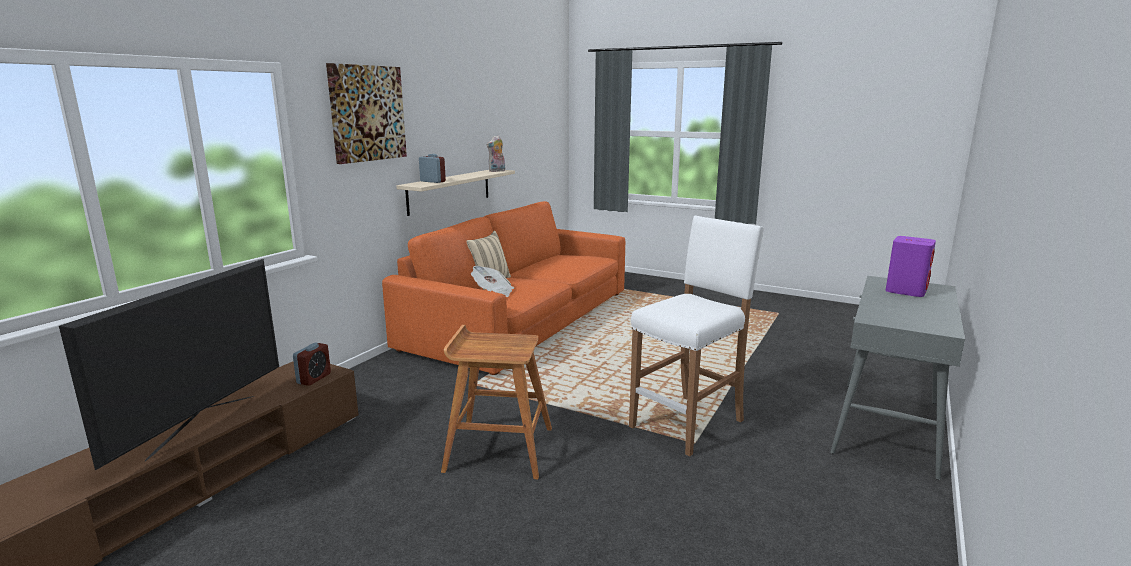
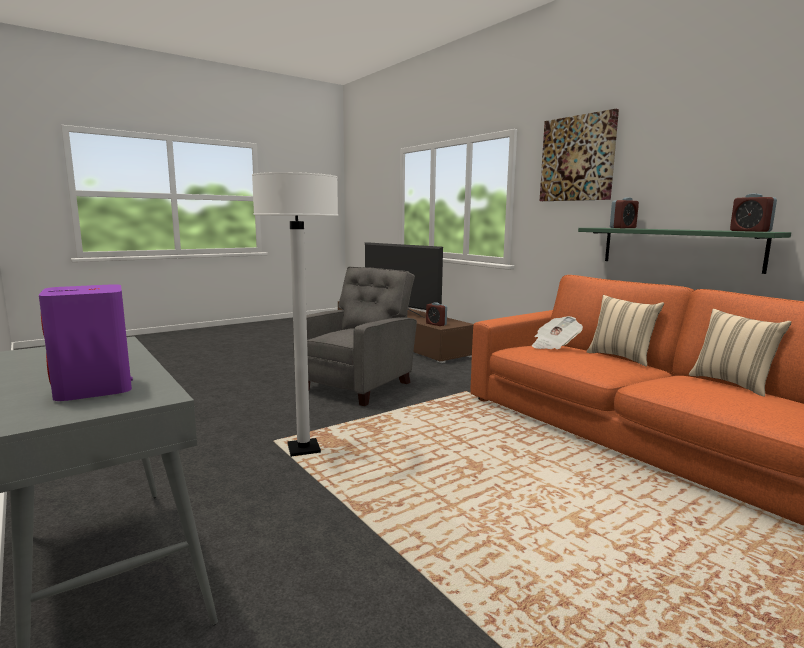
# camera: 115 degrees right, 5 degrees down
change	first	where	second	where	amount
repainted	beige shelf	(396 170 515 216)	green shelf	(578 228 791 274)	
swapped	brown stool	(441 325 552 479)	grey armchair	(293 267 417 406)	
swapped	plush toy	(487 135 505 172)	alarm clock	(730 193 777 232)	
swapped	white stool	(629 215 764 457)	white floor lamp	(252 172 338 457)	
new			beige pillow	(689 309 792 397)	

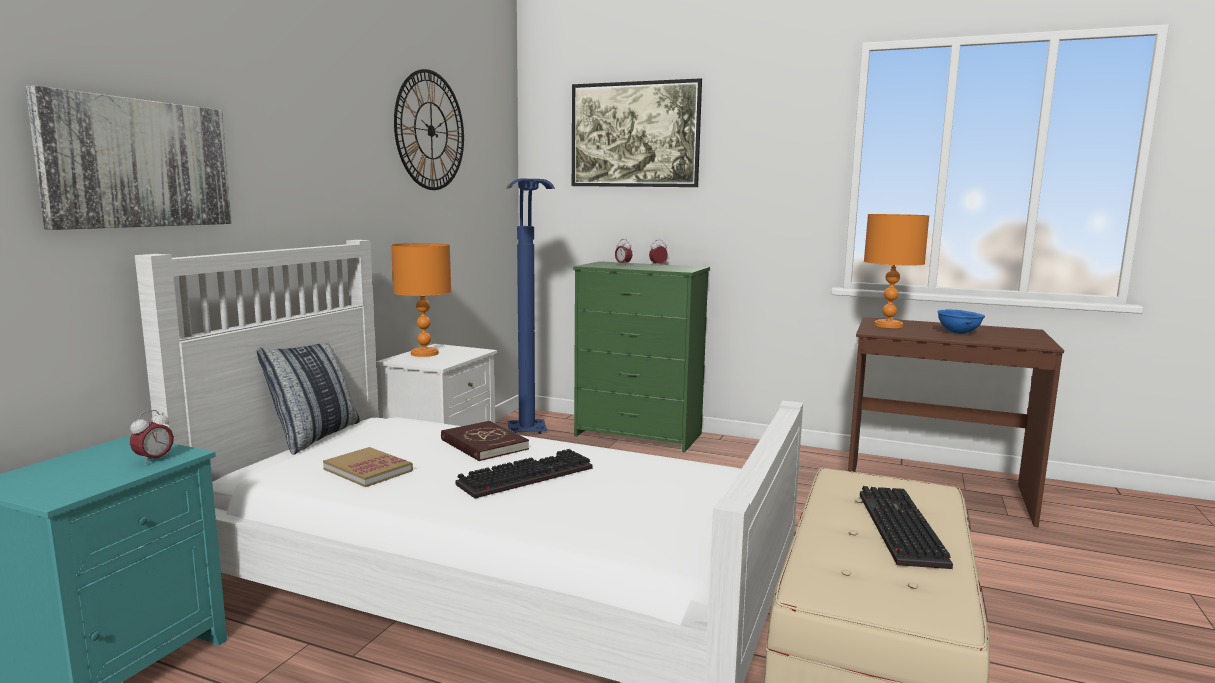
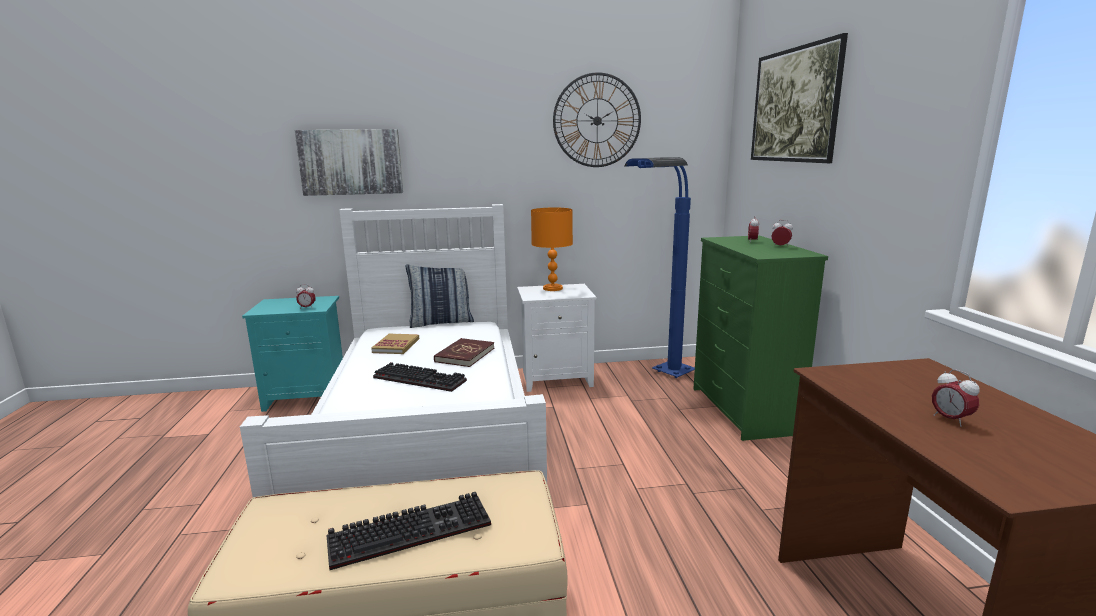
# camera: 60 degrees right, 5 degrees up
change	first	where	second	where	amount
gone	orange table lamp	(864 214 929 328)			
swapped	blue bowl	(937 309 985 334)	alarm clock	(932 369 980 427)	

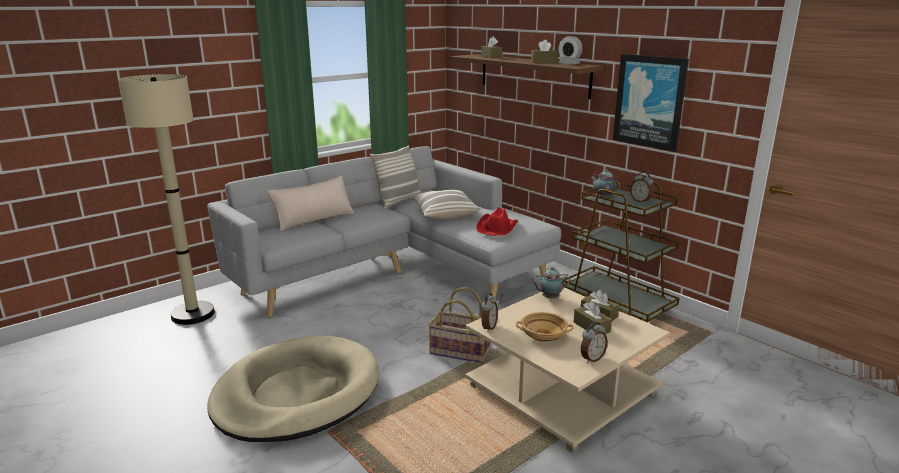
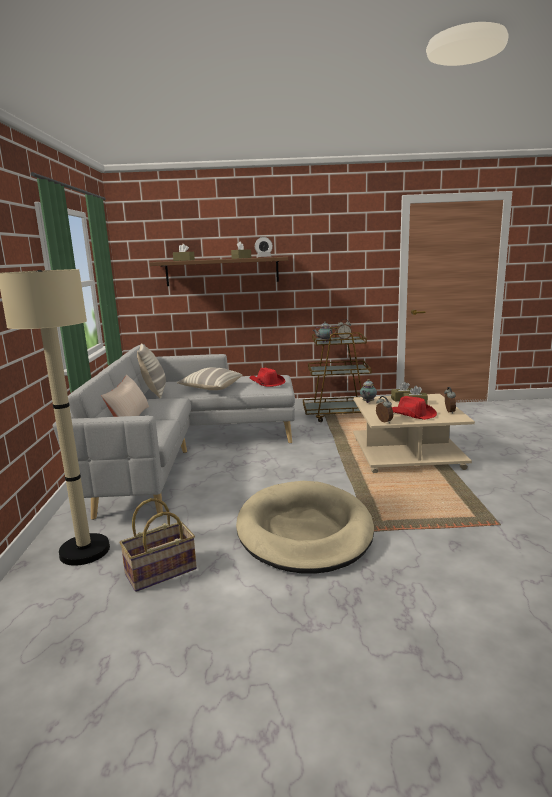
# camera: 50 degrees left, 5 degrees down
change	first	where	second	where	amount
shifted	basket	(428 287 491 363)		(119 498 197 592)	
swapped	beige bowl	(516 312 574 342)	red hat	(392 396 437 420)	
gone	picture	(613 54 689 152)			

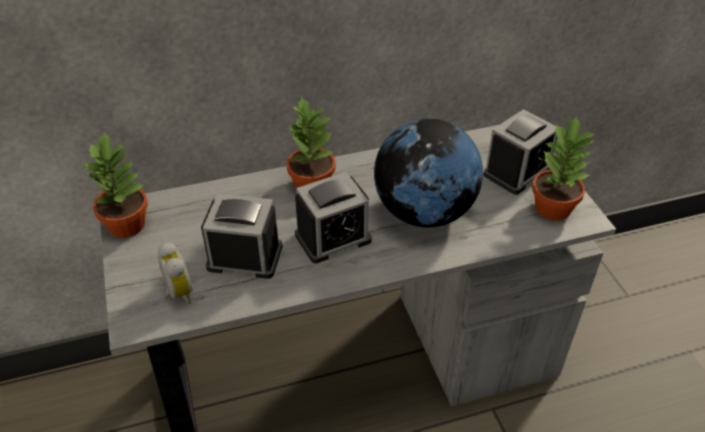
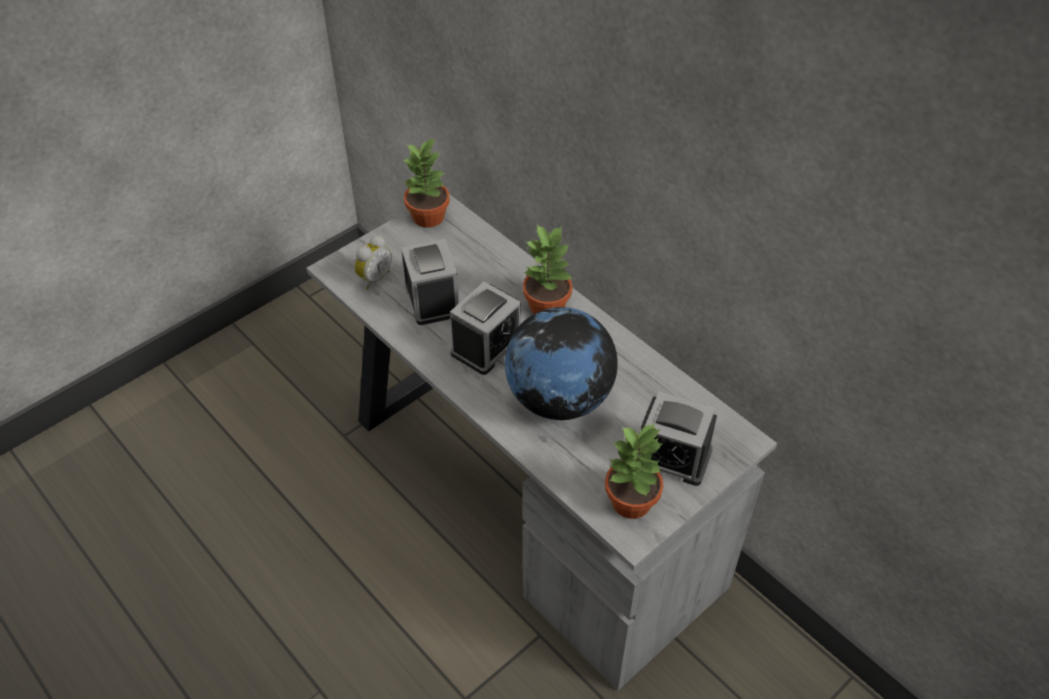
# camera: 65 degrees right, 5 degrees up
change	first	where	second	where	amount
rotated	alarm clock	(295 172 372 263)		(450 282 521 375)	90 degrees counterclockwise

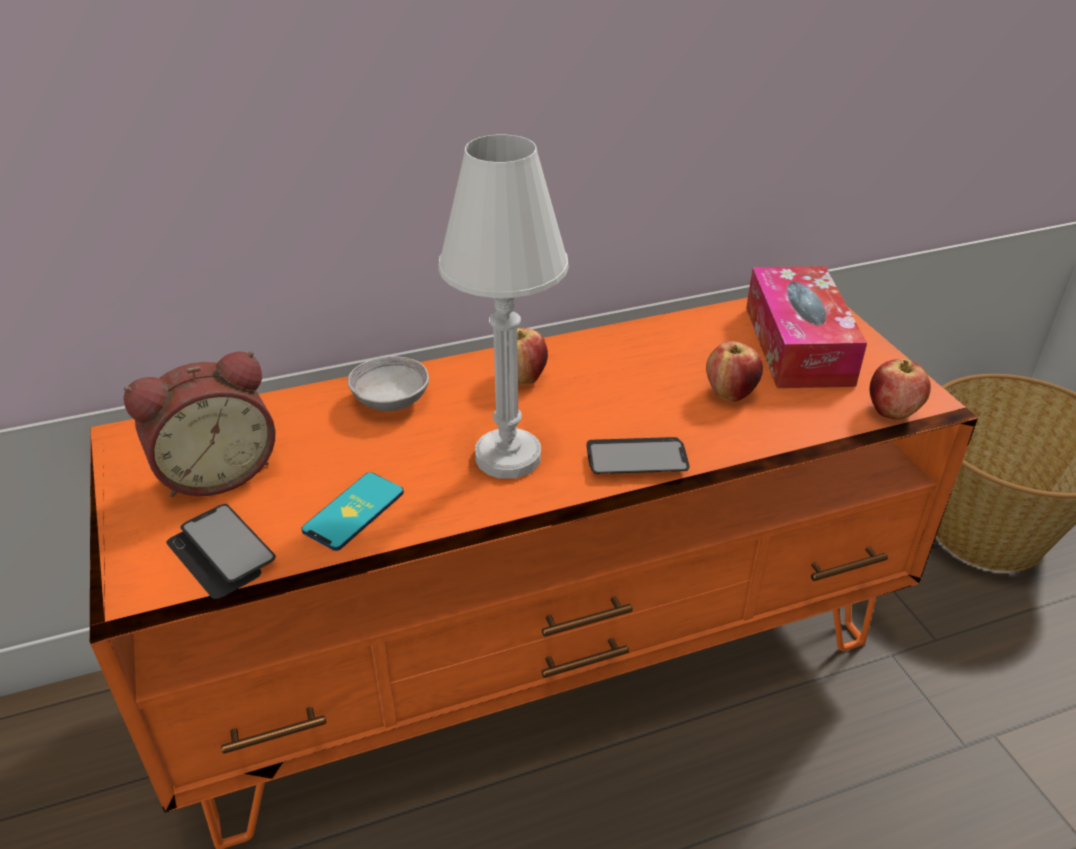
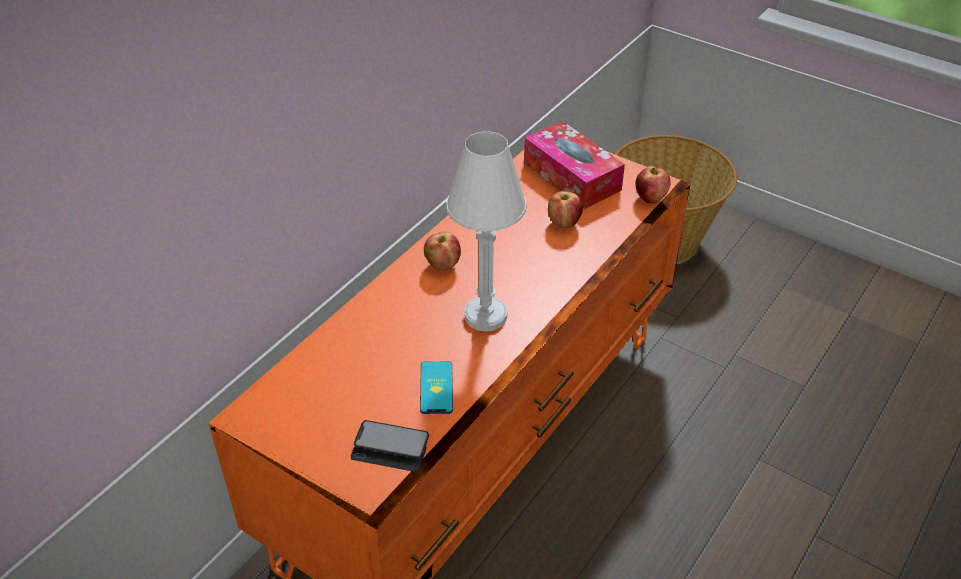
# camera: 35 degrees left, 5 degrees up
change	first	where	second	where	amount
gone	alarm clock	(123 351 275 497)			
gone	grey bowl	(347 356 429 411)			
gone	phone	(587 437 690 474)			

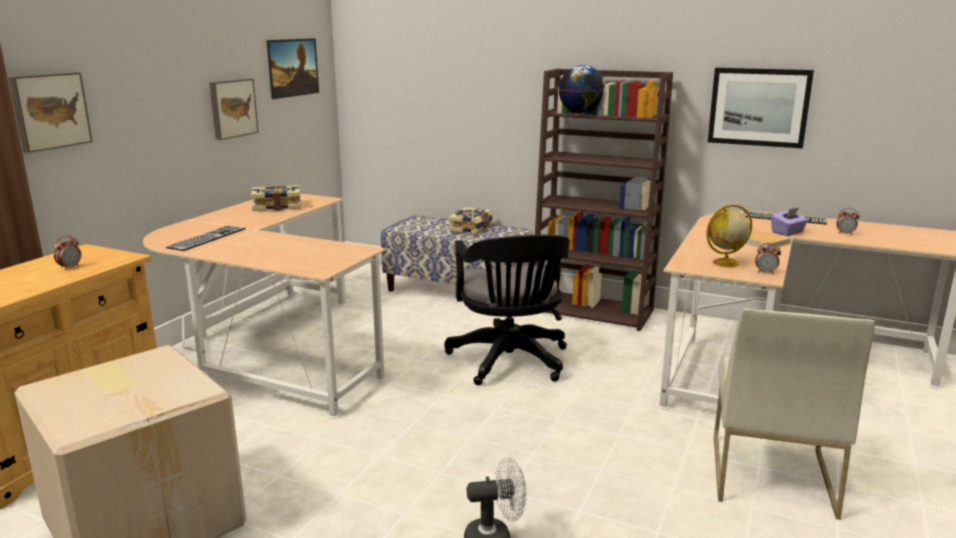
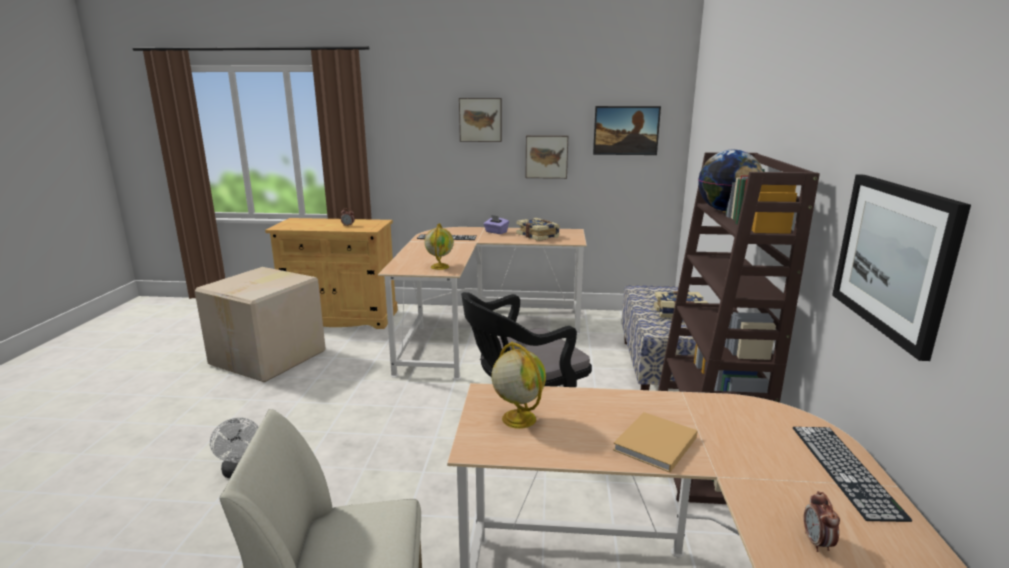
# camera: 70 degrees right, 0 degrees up
change	first	where	second	where	amount
shifted	picture	(8 72 93 153)		(459 98 502 142)	
gone	alarm clock	(755 243 781 274)			
shifted	purple tissue box	(771 208 808 236)		(484 215 509 234)	
new			globe	(424 223 454 270)	

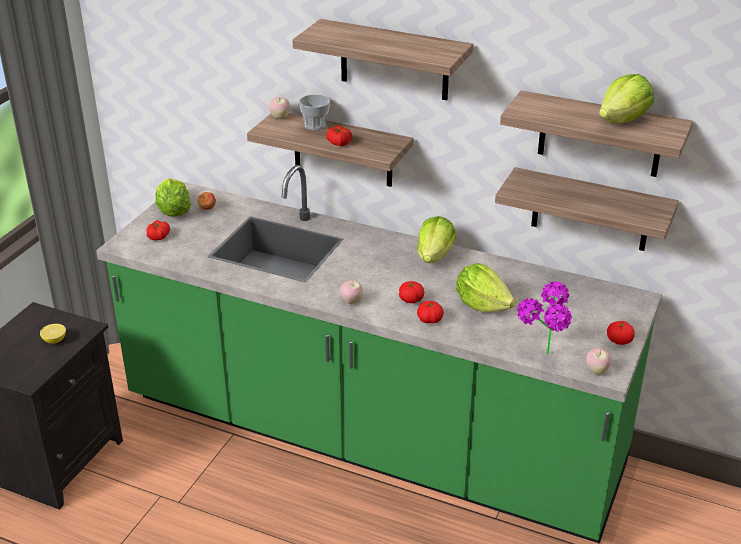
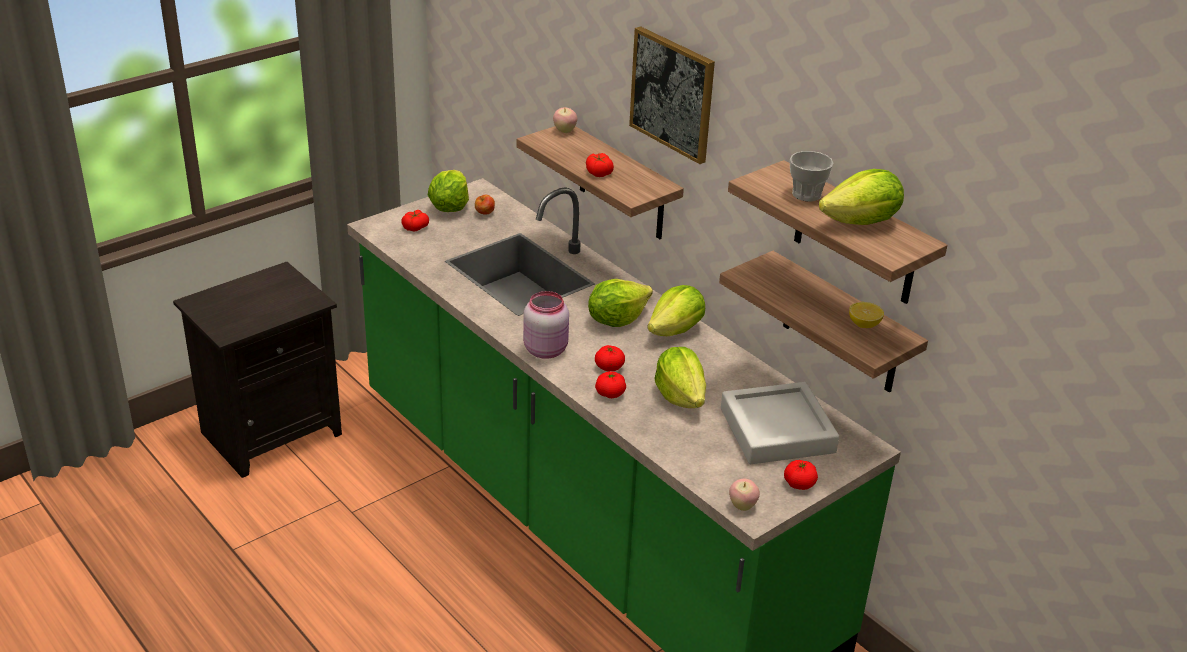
# camera: 25 degrees right, 0 degrees up
change	first	where	second	where	amount
shifted	lemon	(40 324 66 344)		(849 302 884 328)	
swapped	shelf	(292 19 473 100)	picture	(629 26 715 164)	
shifted	cup	(299 94 330 130)		(790 151 833 202)	
swapped	apple	(340 280 363 304)	pink jar	(523 291 569 359)	
gone	potted plant	(517 281 572 355)			
new			lettuce	(588 279 653 327)	
new			grey tray	(721 382 839 464)	

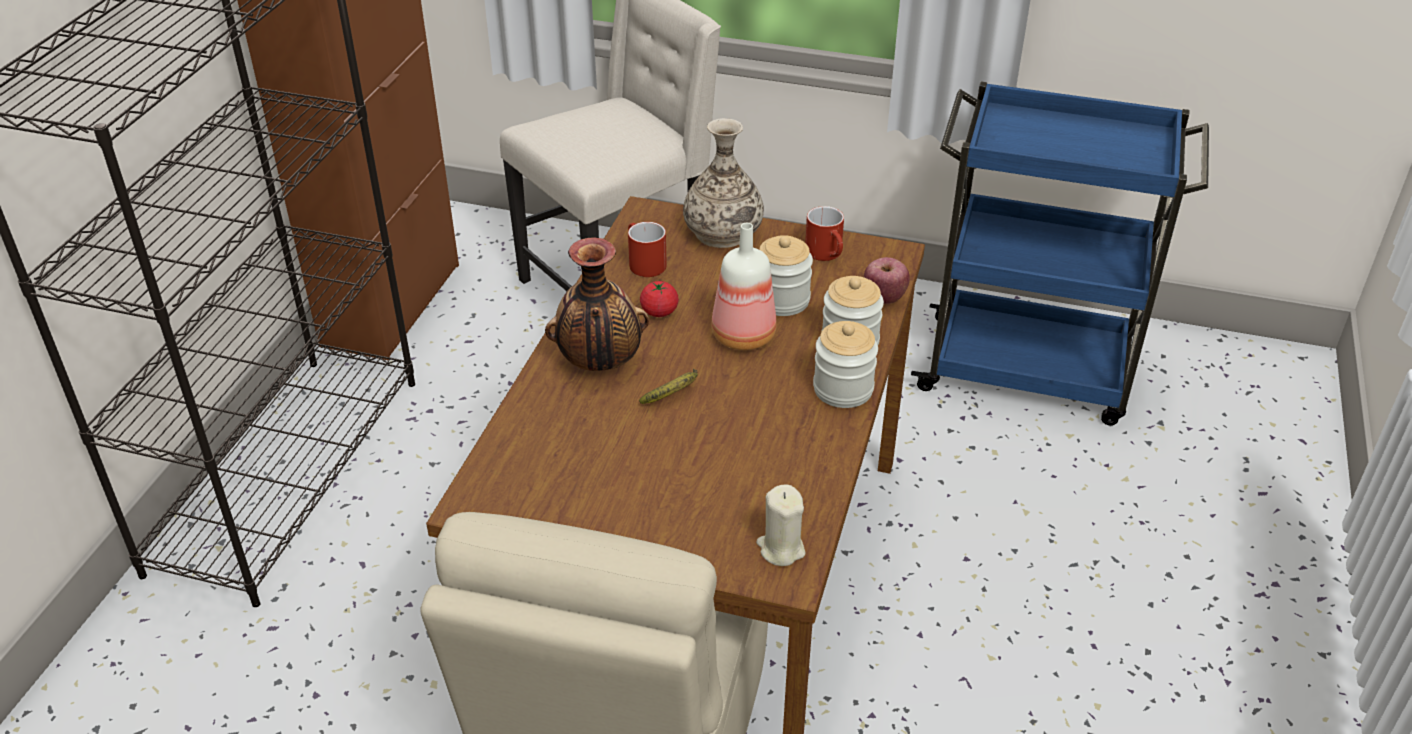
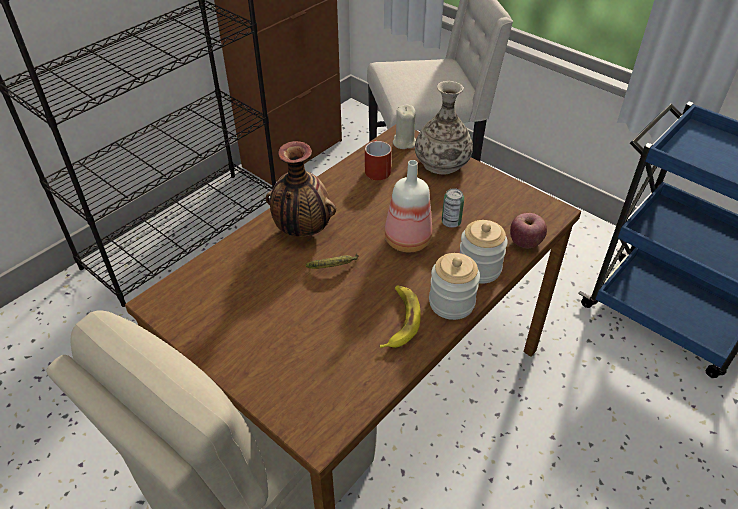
# camera: 25 degrees right, 5 degrees up
change	first	where	second	where	amount
gone	tomato	(640 281 679 317)			
shifted	beige candle	(756 485 805 566)		(393 105 416 149)	
swapped	jar	(759 235 813 316)	can	(442 188 464 228)	
gone	red mug	(805 206 844 261)			
new			banana	(380 285 421 348)	

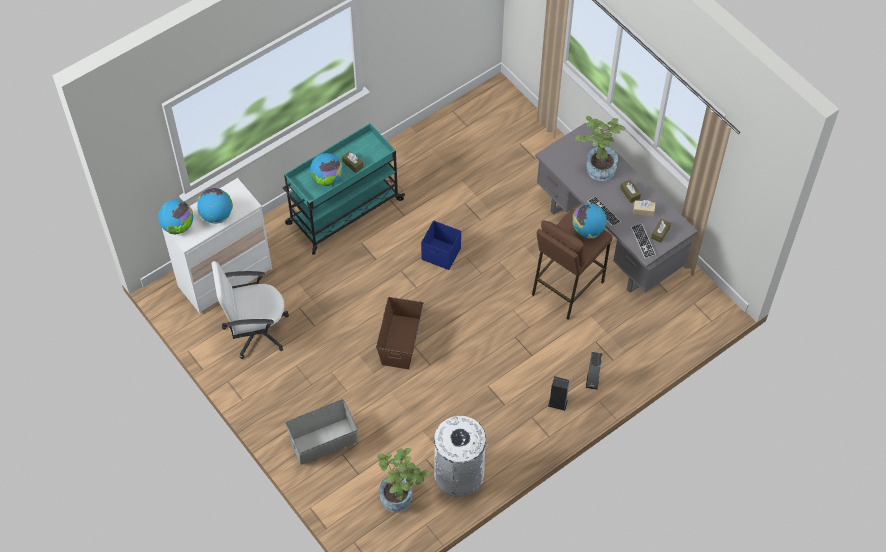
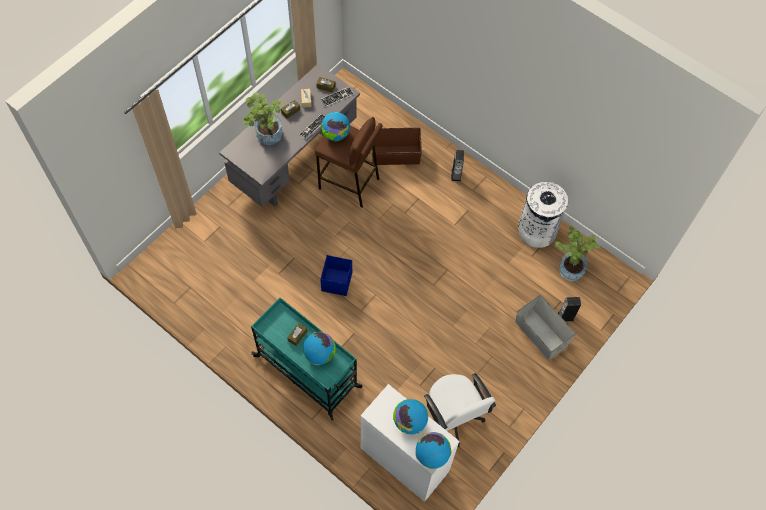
# camera: 105 degrees left, 5 degrees up
change	first	where	second	where	amount
shifted	brown storage box	(376 297 424 369)		(372 128 422 165)	
shifted	speaker	(586 352 602 390)		(558 297 581 322)	

